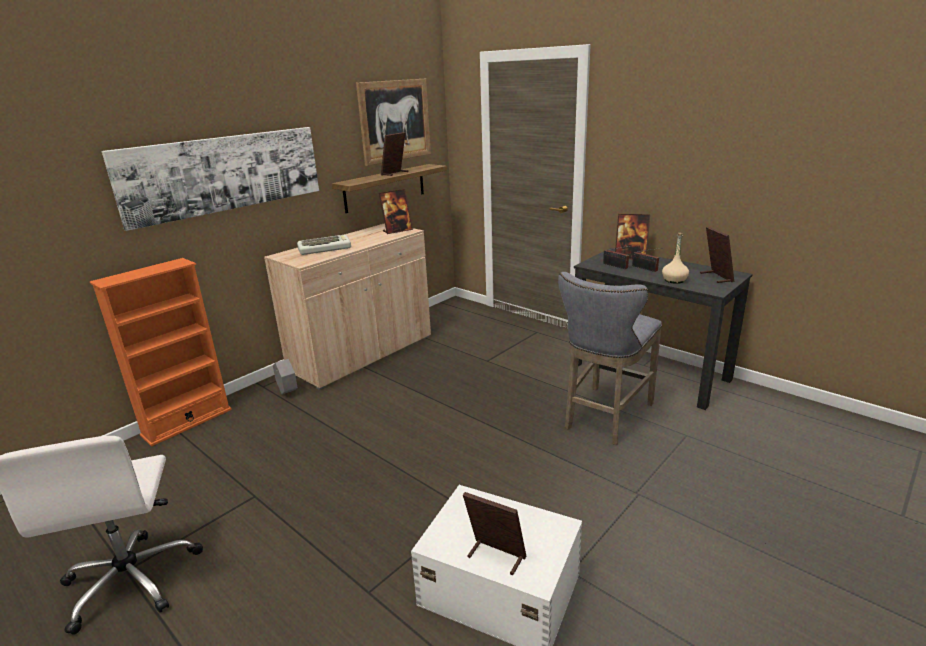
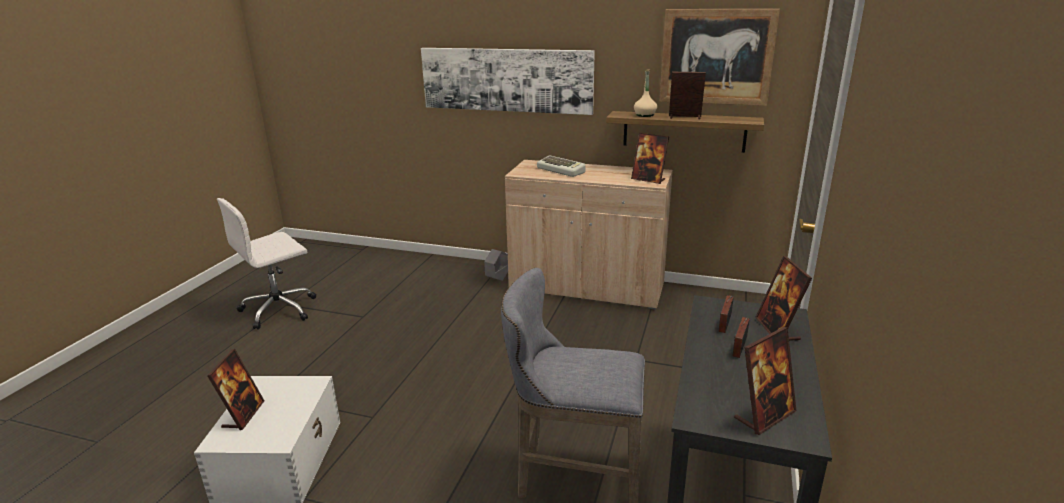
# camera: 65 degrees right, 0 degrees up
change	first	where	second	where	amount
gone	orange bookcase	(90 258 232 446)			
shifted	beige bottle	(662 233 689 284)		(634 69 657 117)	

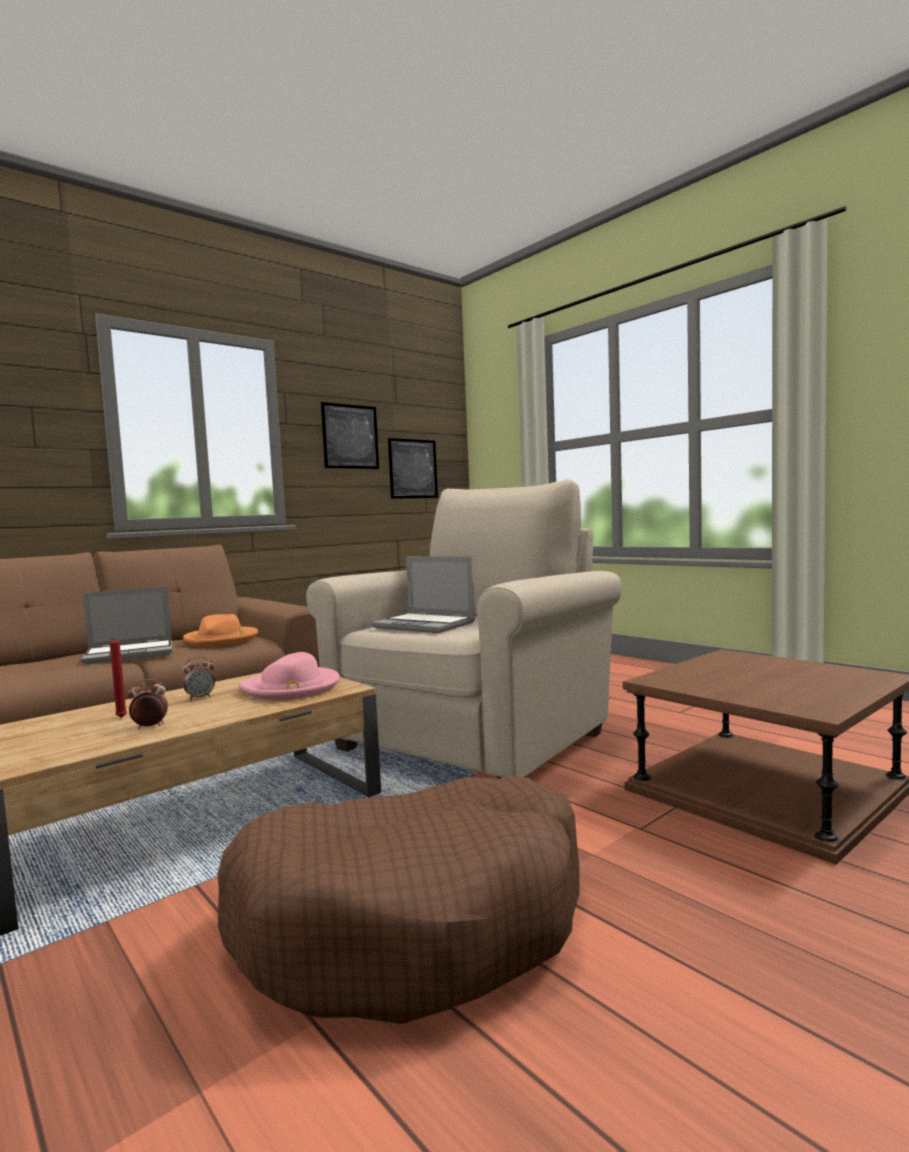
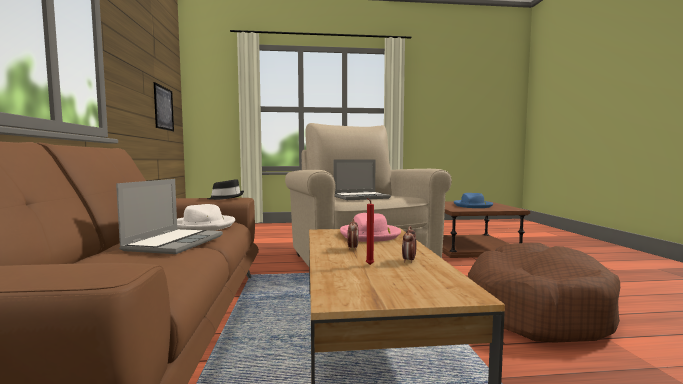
# camera: 55 degrees left, 0 degrees up
change	first	where	second	where	amount
repainted	orange hat	(183 614 258 647)	white hat	(177 204 235 231)	
gone	picture	(321 402 379 469)			
new			black hat	(207 179 244 200)	
new			blue hat	(454 193 493 208)	

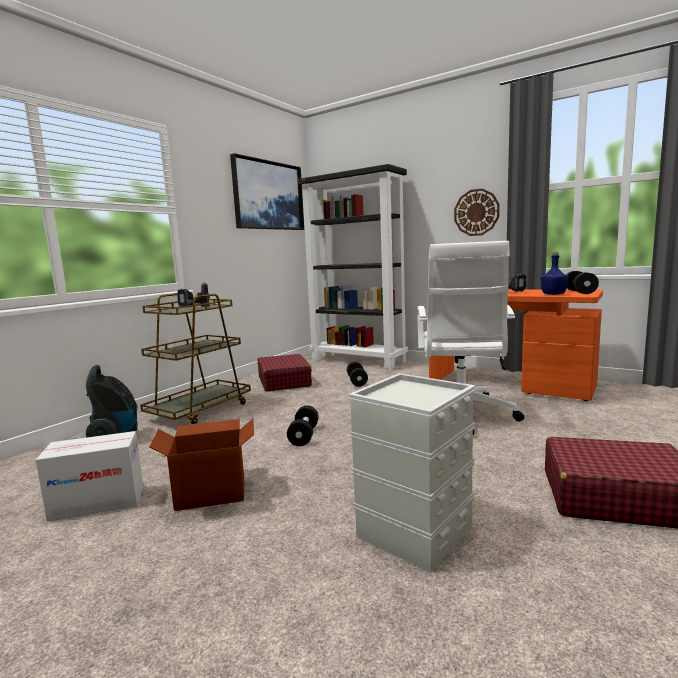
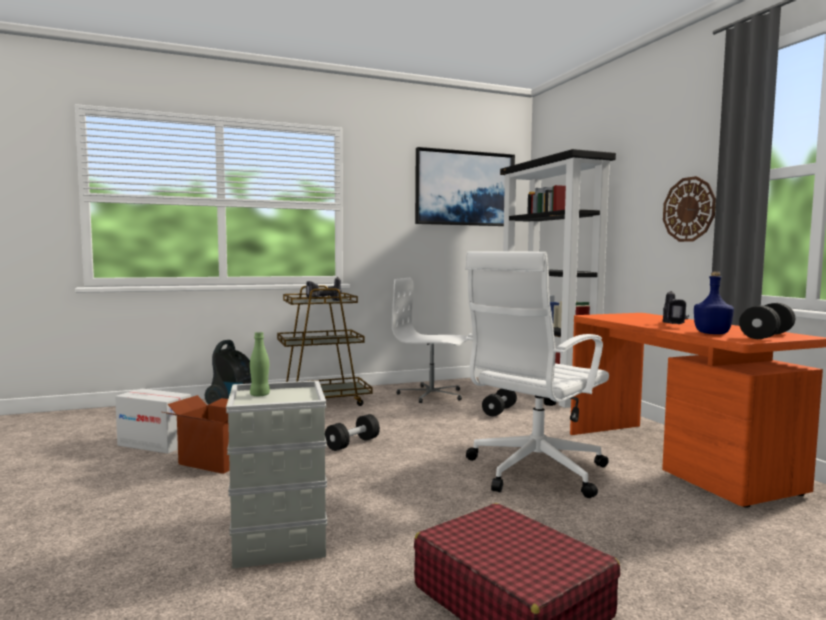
# camera: 35 degrees right, 5 degrees down
change	first	where	second	where	amount
swapped	red suitcase	(257 354 312 392)	white office chair	(392 278 468 403)	
new			green bottle	(250 332 270 396)	

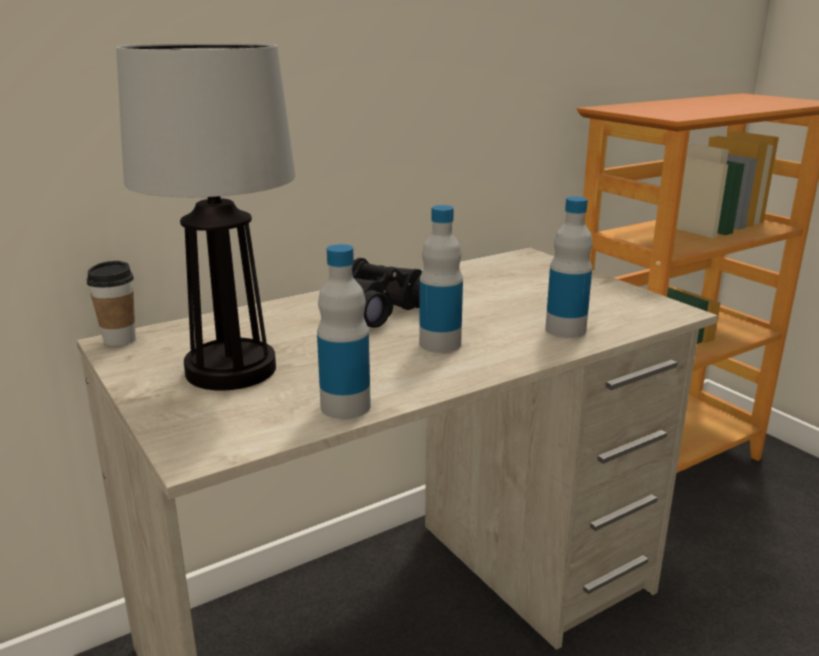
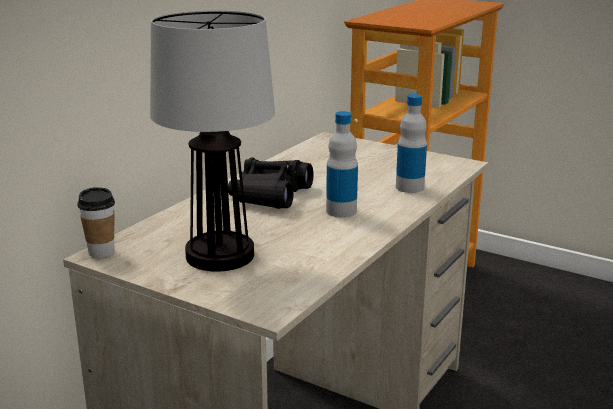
# camera: 25 degrees left, 0 degrees up
change	first	where	second	where	amount
gone	bottle	(317 244 371 419)			

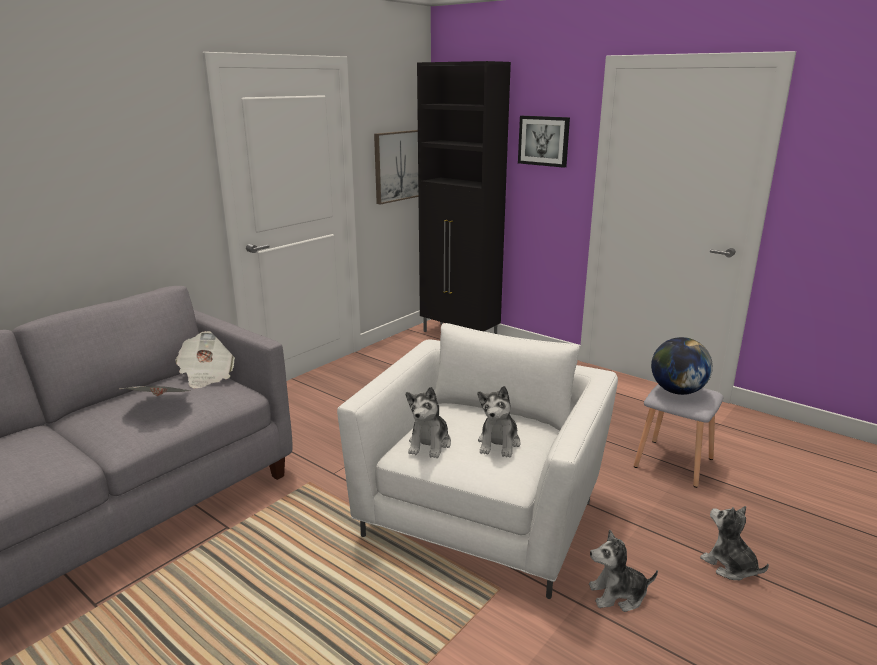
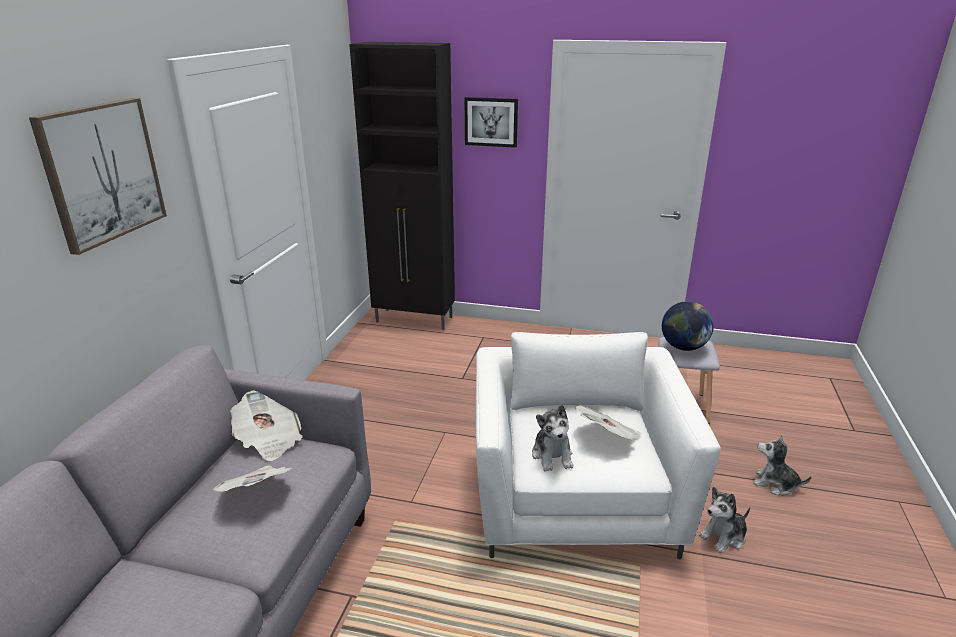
# camera: 25 degrees left, 5 degrees up
change	first	where	second	where	amount
shifted	picture	(374 130 418 205)		(29 98 167 255)	
swapped	plush toy	(477 386 521 458)	newspaper	(575 405 641 440)	

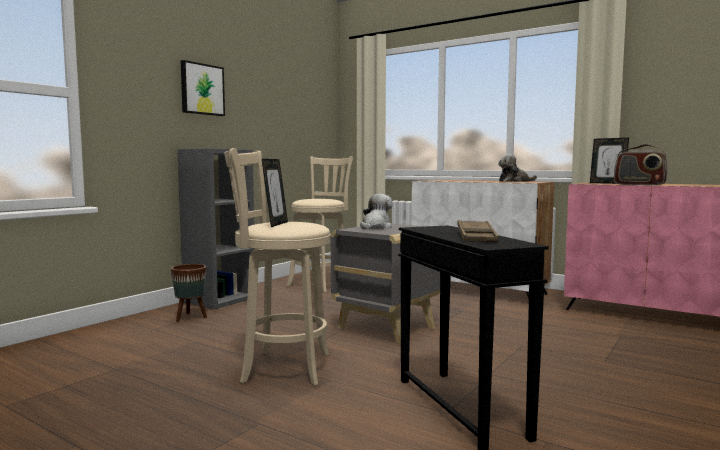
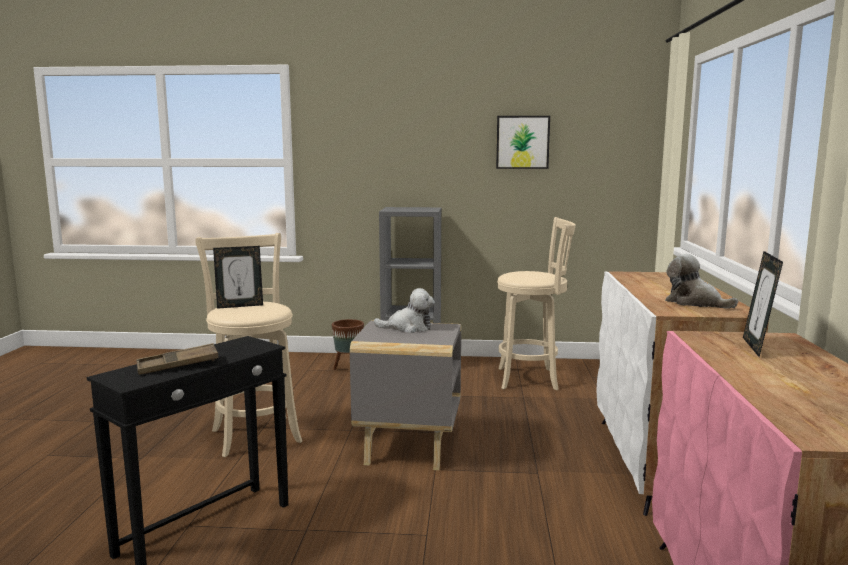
# camera: 60 degrees right, 5 degrees up
change	first	where	second	where	amount
shifted	picture	(181 60 225 116)		(496 116 550 169)	
gone	radio	(614 144 667 185)			

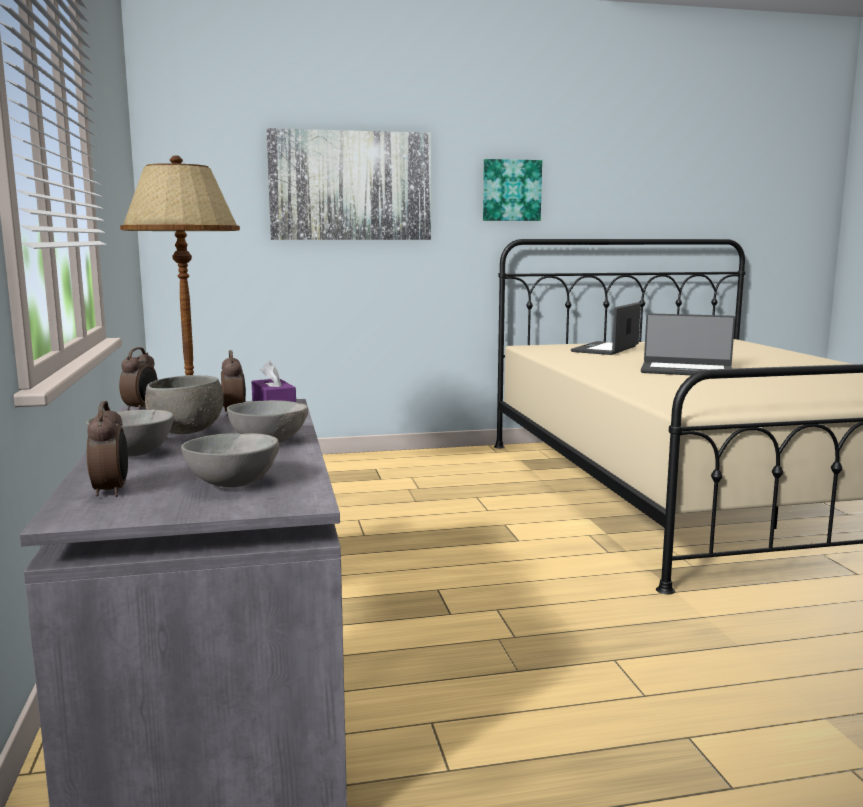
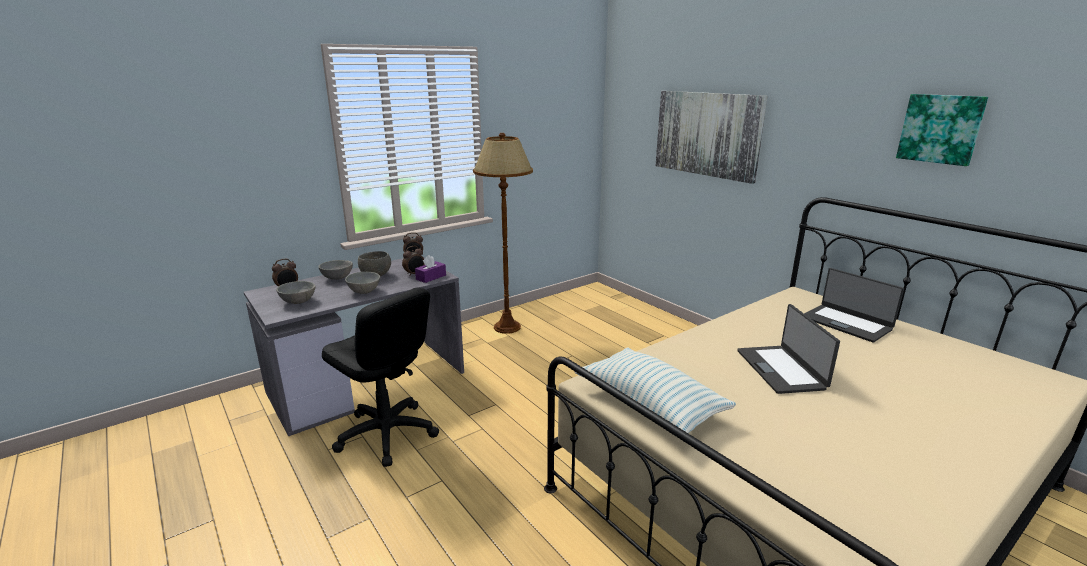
# camera: 65 degrees right, 10 degrees up
change	first	where	second	where	amount
shifted	picture	(483 159 542 221)		(896 94 988 166)	
rotated	laptop	(571 302 641 355)		(804 268 904 343)	135 degrees counterclockwise
new			black office chair	(322 287 439 467)	
new			pillow	(575 348 736 433)	

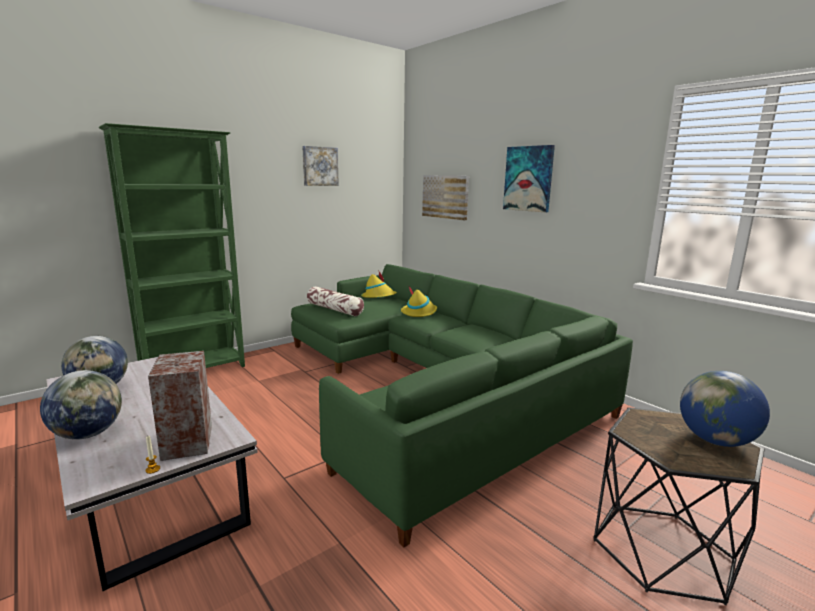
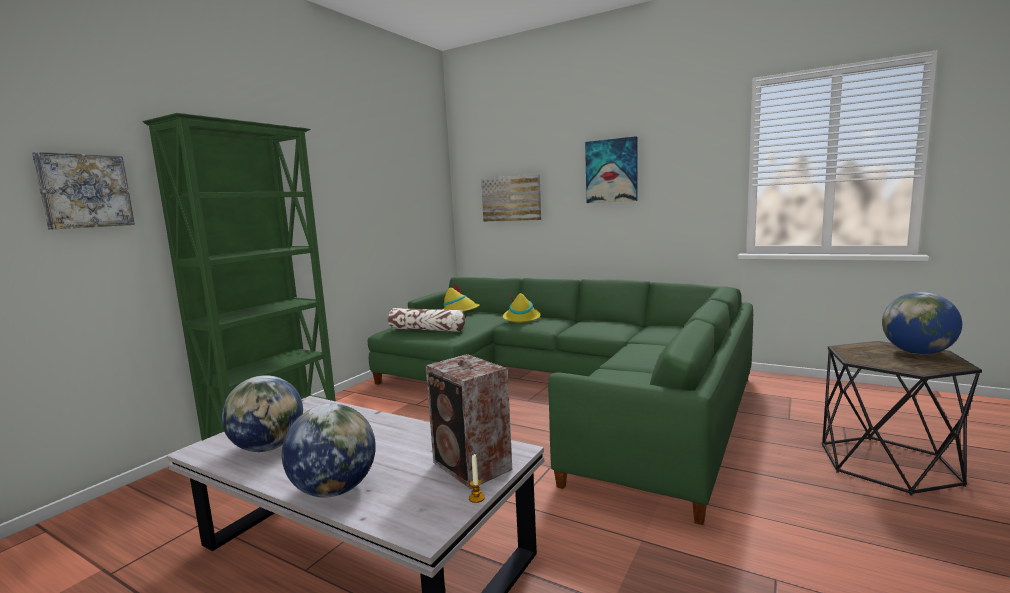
# camera: 20 degrees left, 5 degrees down
change	first	where	second	where	amount
shifted	picture	(302 146 339 186)		(32 152 135 230)	

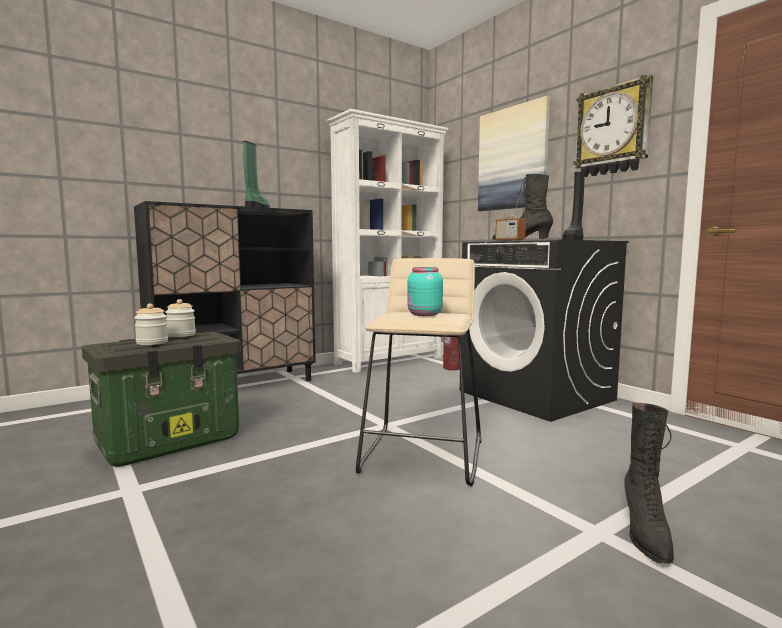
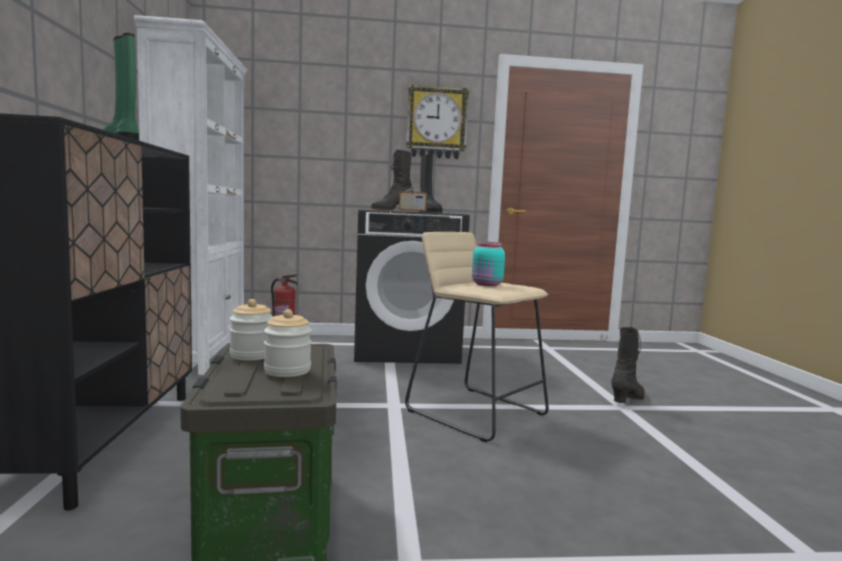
# camera: 60 degrees left, 0 degrees up
change	first	where	second	where	amount
gone	picture	(478 96 550 211)			
rotated	black boot	(624 403 674 564)		(611 327 645 403)	90 degrees counterclockwise

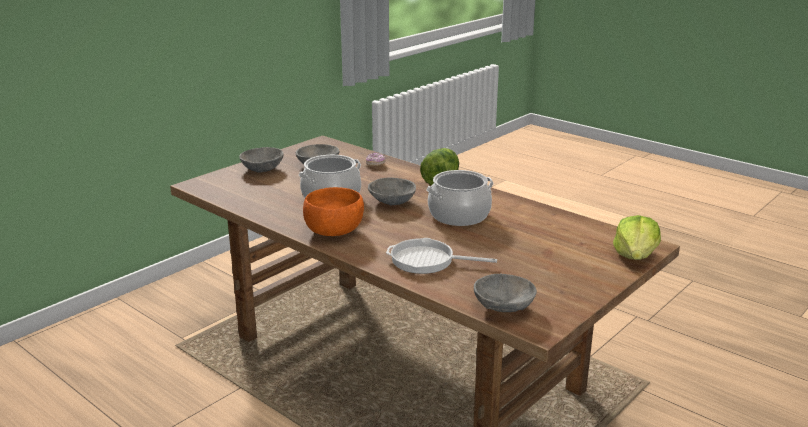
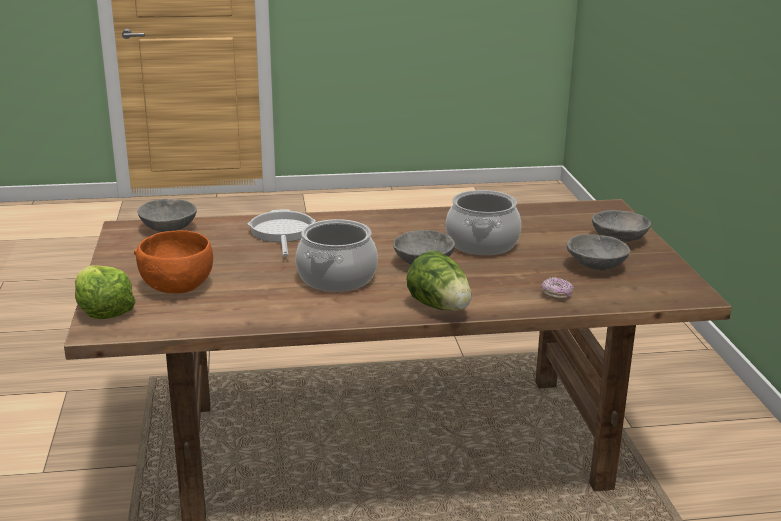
# camera: 130 degrees right, 0 degrees up
change	first	where	second	where	amount
shifted	orange bowl	(303 187 364 236)		(134 230 213 294)	
rotated	frying pan	(386 238 497 274)		(248 209 316 257)	60 degrees counterclockwise

